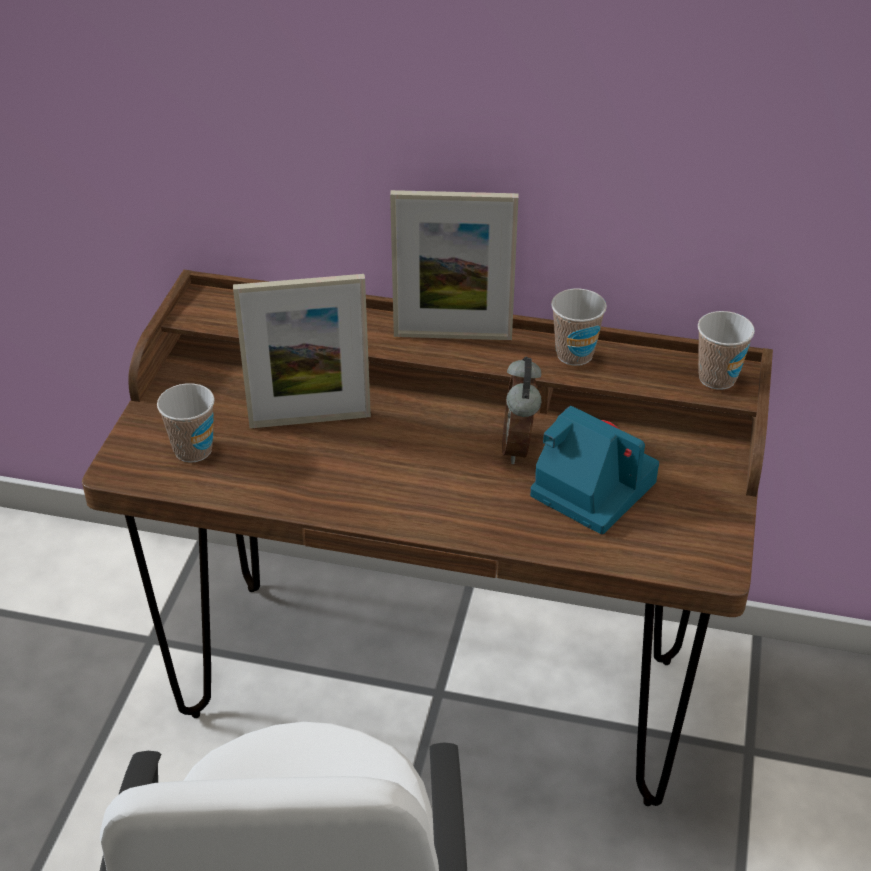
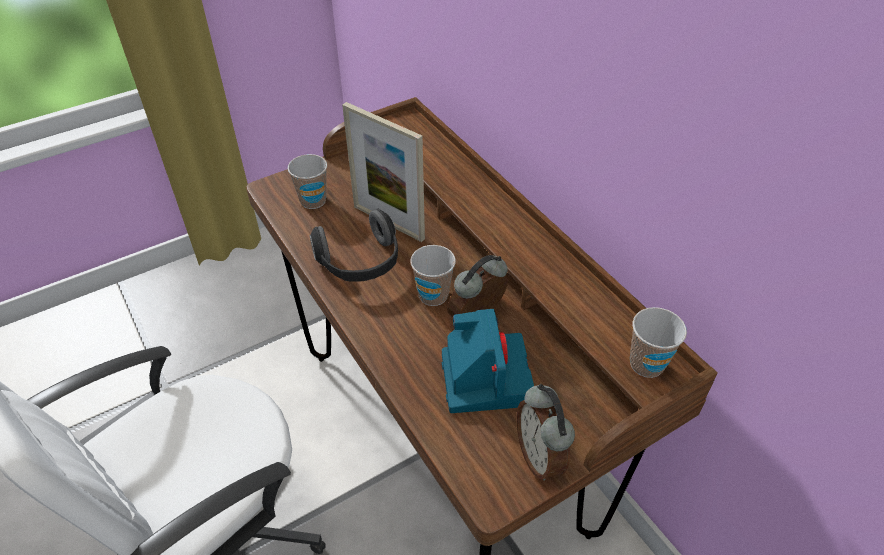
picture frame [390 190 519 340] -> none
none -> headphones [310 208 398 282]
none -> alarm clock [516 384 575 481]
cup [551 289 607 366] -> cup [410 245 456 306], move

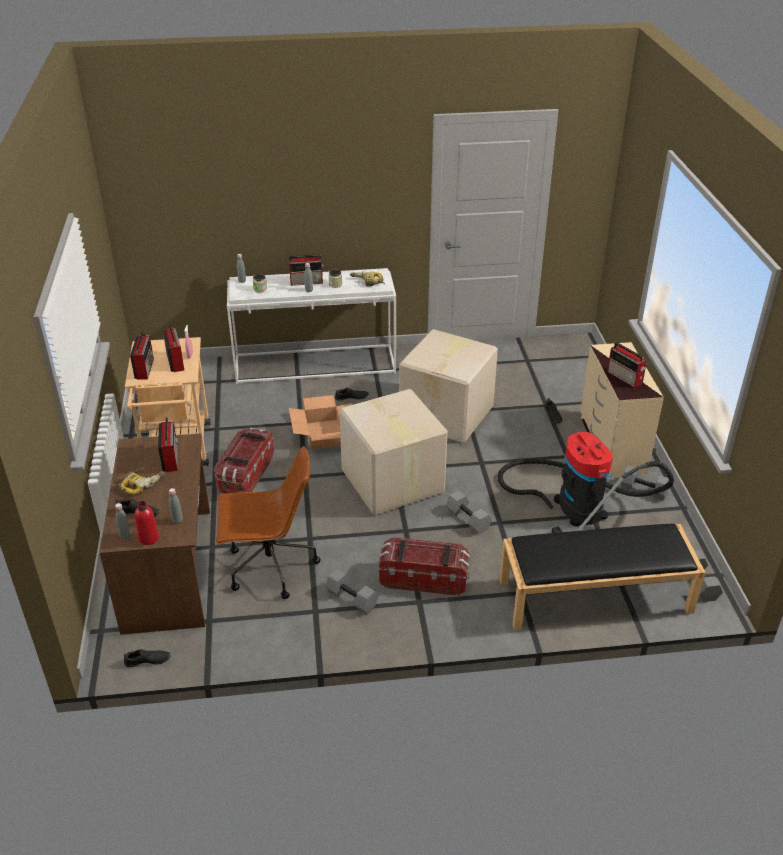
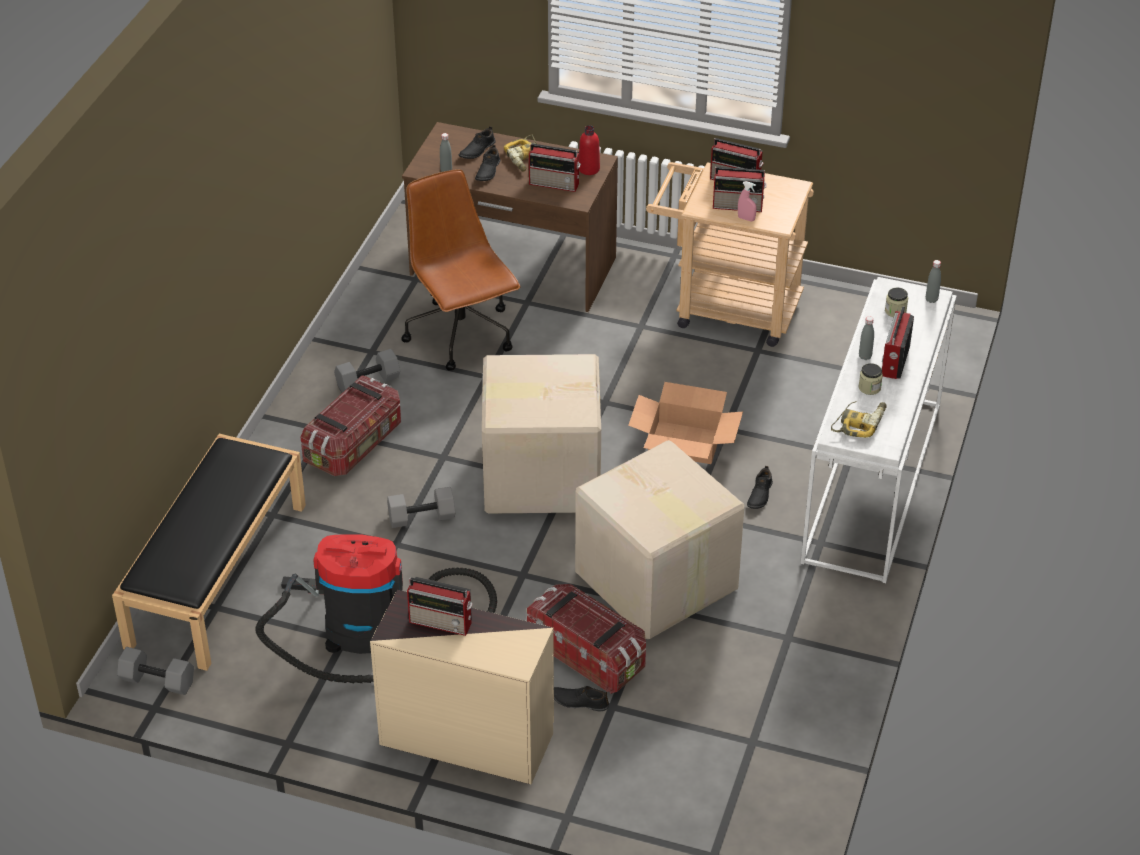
grey bottle [115 503 130 539] -> none
grey dumbbell [621 465 669 500] -> none
black shoe [124 649 170 667] -> black shoe [475 145 500 181], move
red bottle [135 501 159 545] -> red bottle [579 125 600 175], move
storage box [213 428 274 494] -> storage box [527 584 646 694], move
brown office chair [216 446 321 599] -> brown office chair [401 169 521 371], 135 degrees clockwise
radio [607 342 647 388] -> radio [407 577 473 636], 150 degrees counterclockwise

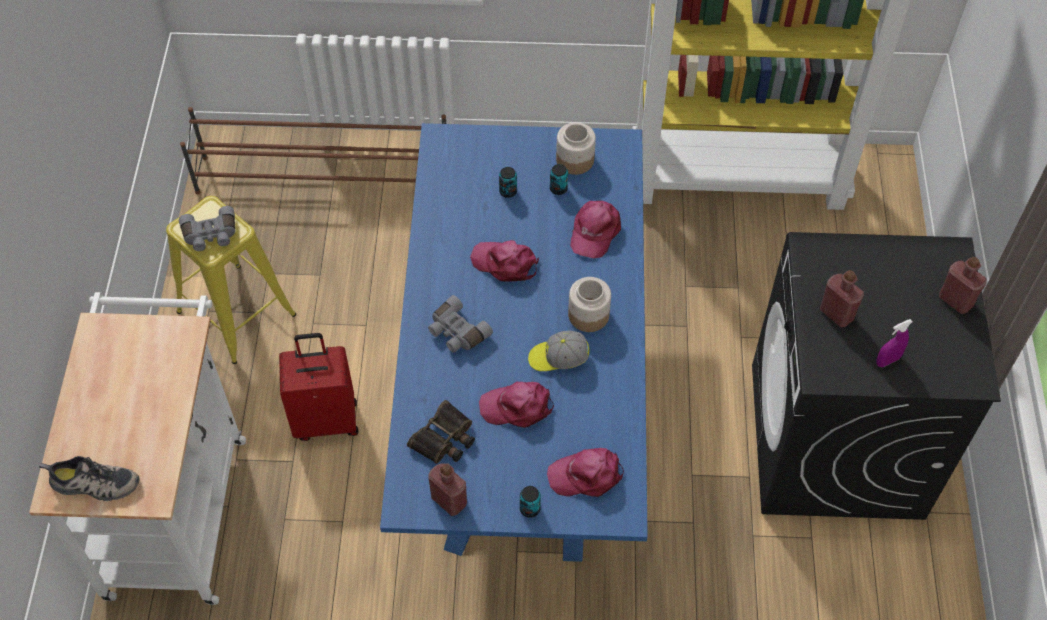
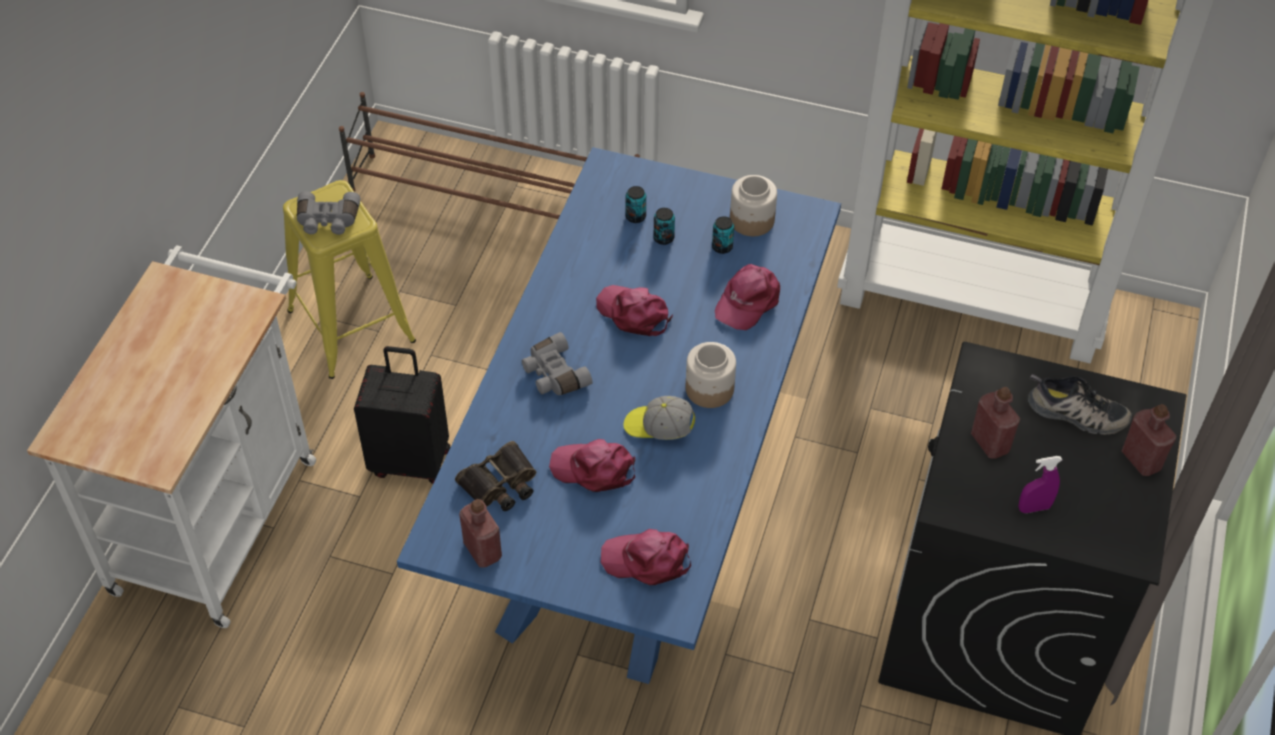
shoe [39 456 140 501] -> shoe [1028 374 1132 435], move
can [520 486 541 518] -> can [626 186 646 223], move
red suitcase [279 333 359 441] -> black suitcase [354 346 450 484]

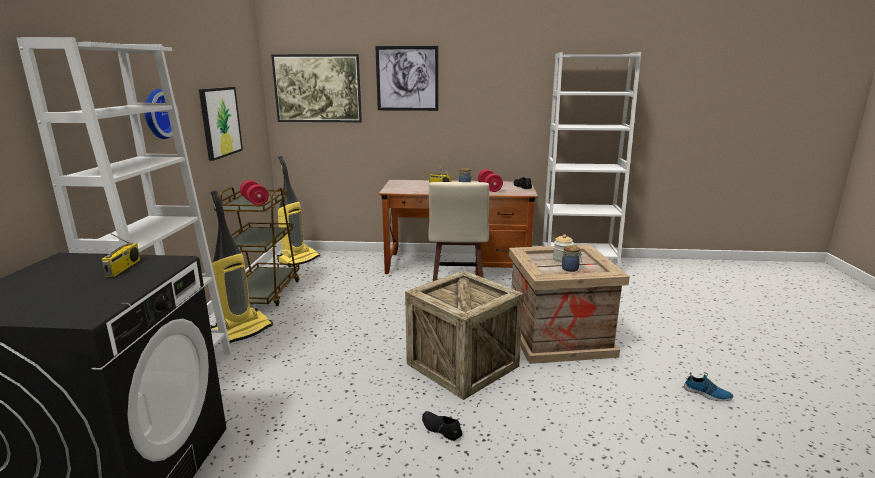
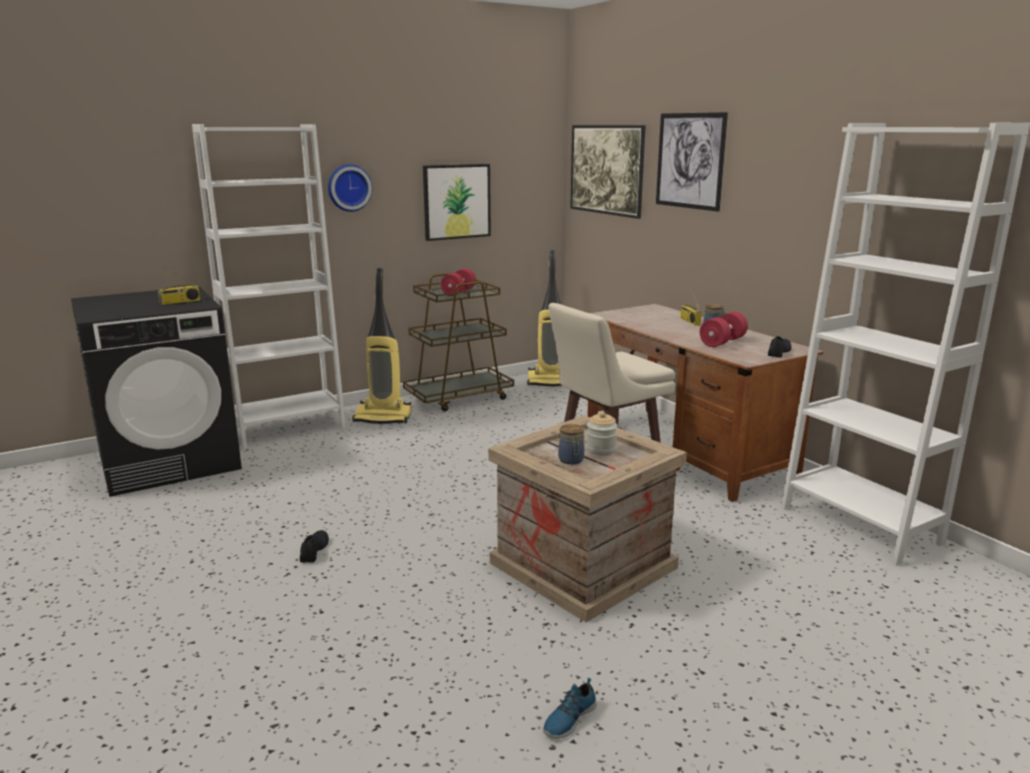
crate [405 270 524 400] -> none
shoe [684 372 733 401] -> shoe [543 678 597 739], 45 degrees clockwise

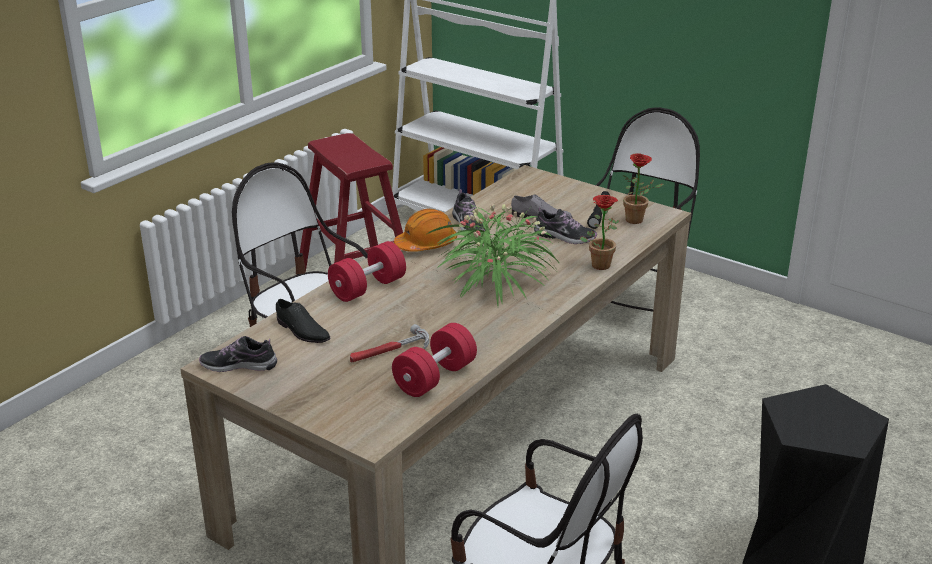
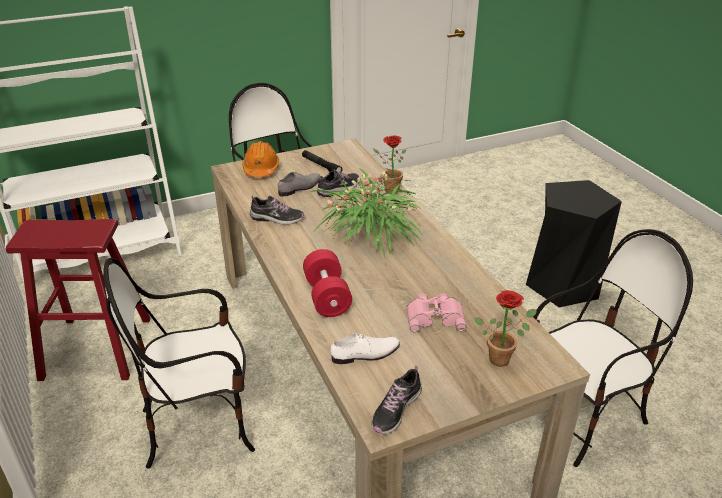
red dumbbell [392 323 477 397] -> none
orange hard hat [394 209 457 252] -> orange hard hat [242 141 279 177], move
potted plant [623 153 664 224] -> potted plant [474 290 537 367], move
hammer [350 324 429 362] -> pink binoculars [407 293 467 332]
black shoe [276 299 330 343] -> white shoe [330 333 400 364]

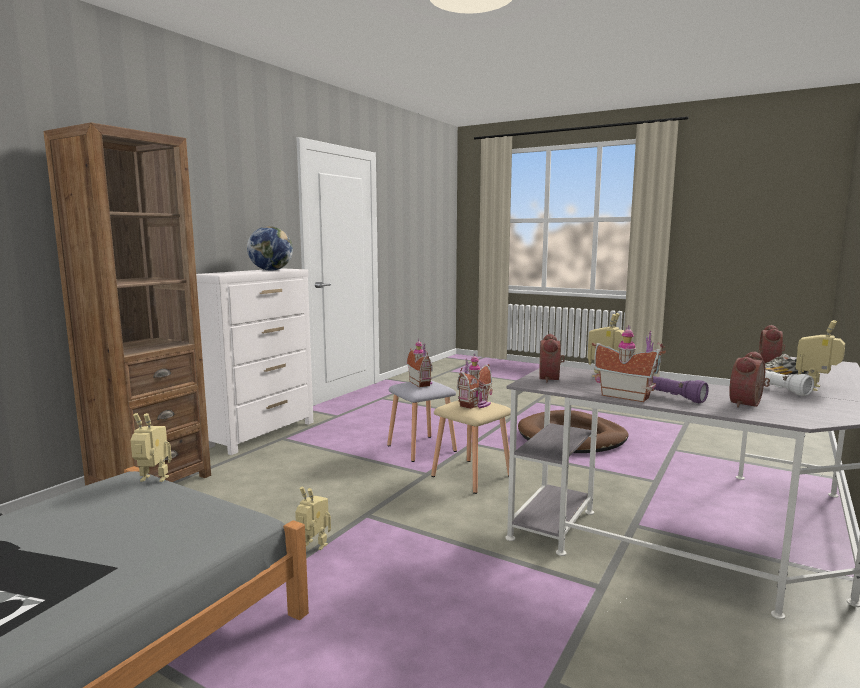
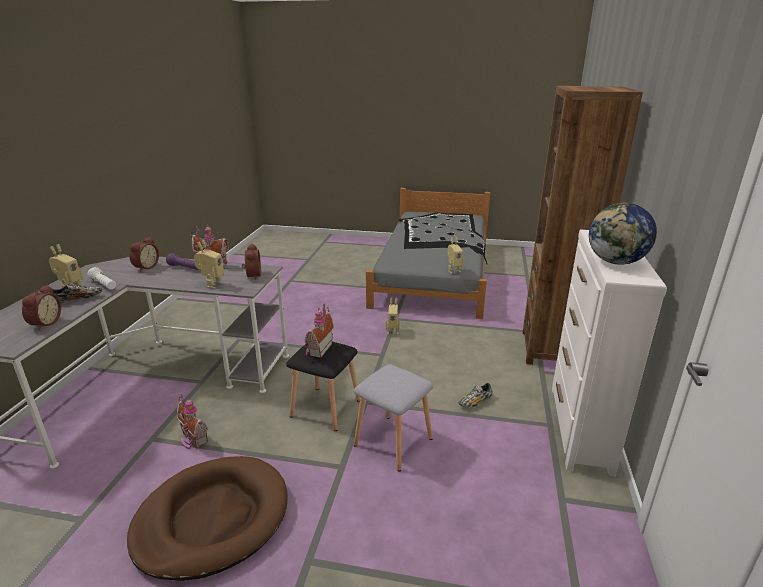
none -> shoe [459 383 493 407]
toy house [406 339 433 388] -> toy house [177 394 209 449], move
beige stool [431 400 511 494] -> black stool [286 342 360 431]

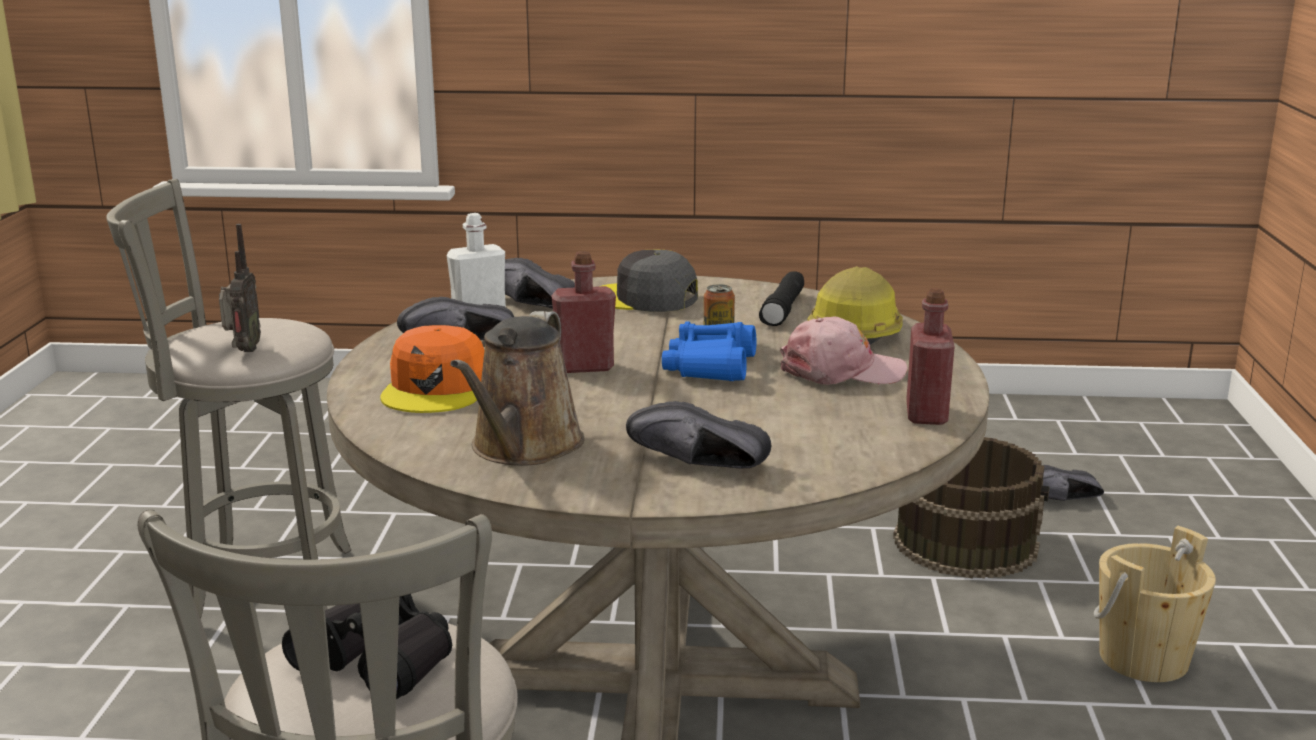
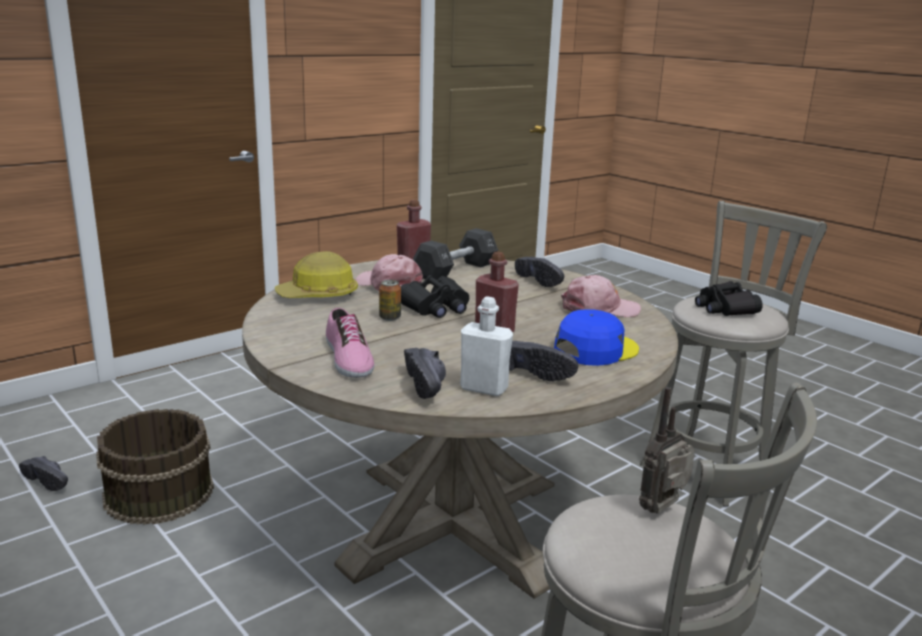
black flashlight [759 271 804 326] -> none
beige bucket [1094 526 1216 682] -> none
none -> black dumbbell [413 228 498 280]
brown watering can [450 311 585 466] -> pink cap [561 275 641 317]
grey cap [602 250 698 312] -> shoe [326 308 375 378]
orange cap [380 325 484 413] -> blue cap [554 309 639 366]
blue binoculars [662 322 756 381] -> black binoculars [401 275 469 318]

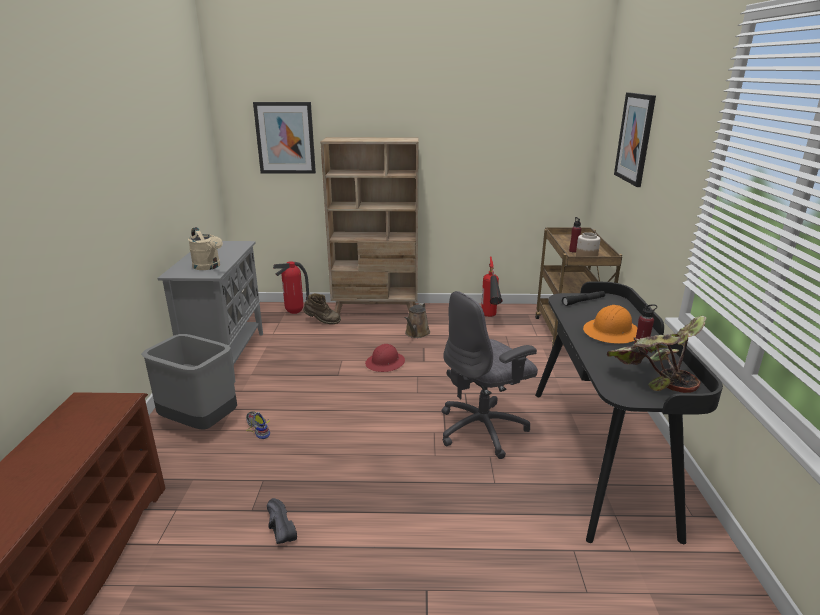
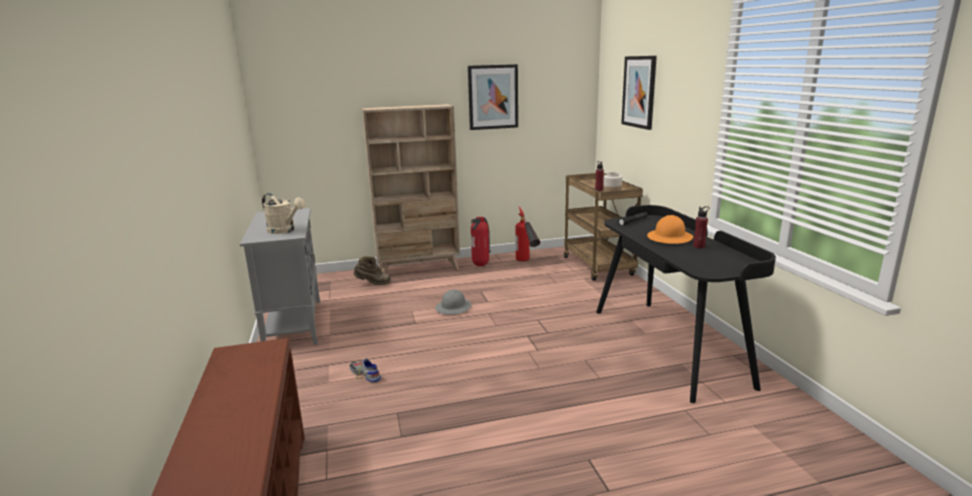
grey trash can [141 334 237 429] -> none
black shoe [267 498 297 544] -> none
brown watering can [405 303 430 338] -> none
grey office chair [441 291 538 459] -> none
potted plant [607 316 707 393] -> none
picture [253 102 316 174] -> picture [468 64 518 130], move
fire extinguisher [273 261 309 314] -> fire extinguisher [471 217 491 266], move
red hard hat [365 344 405 372] -> grey hard hat [435 289 472 315]

